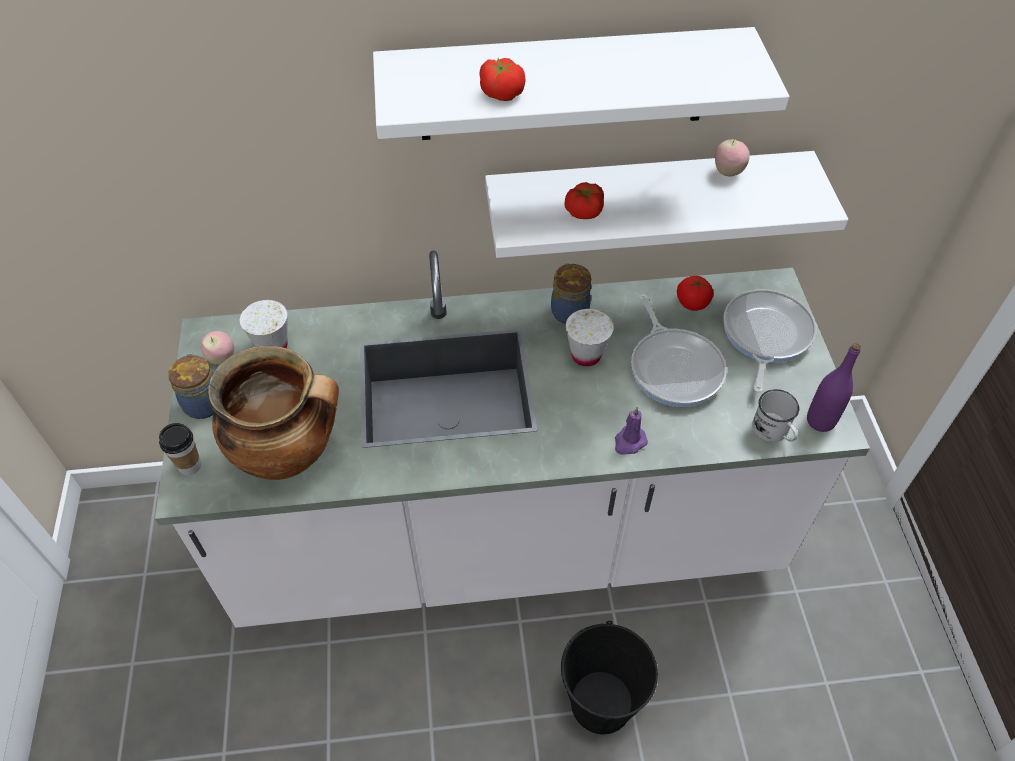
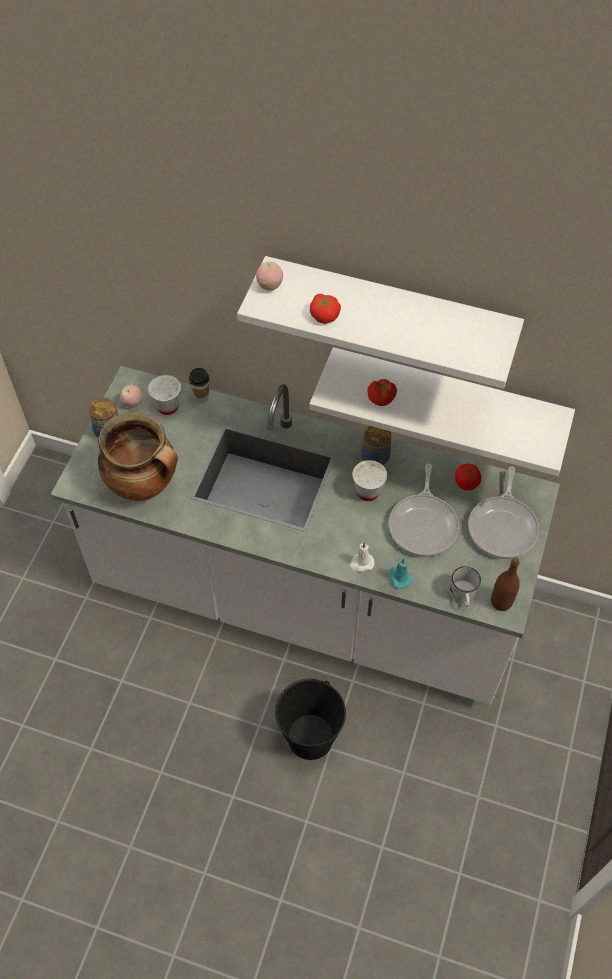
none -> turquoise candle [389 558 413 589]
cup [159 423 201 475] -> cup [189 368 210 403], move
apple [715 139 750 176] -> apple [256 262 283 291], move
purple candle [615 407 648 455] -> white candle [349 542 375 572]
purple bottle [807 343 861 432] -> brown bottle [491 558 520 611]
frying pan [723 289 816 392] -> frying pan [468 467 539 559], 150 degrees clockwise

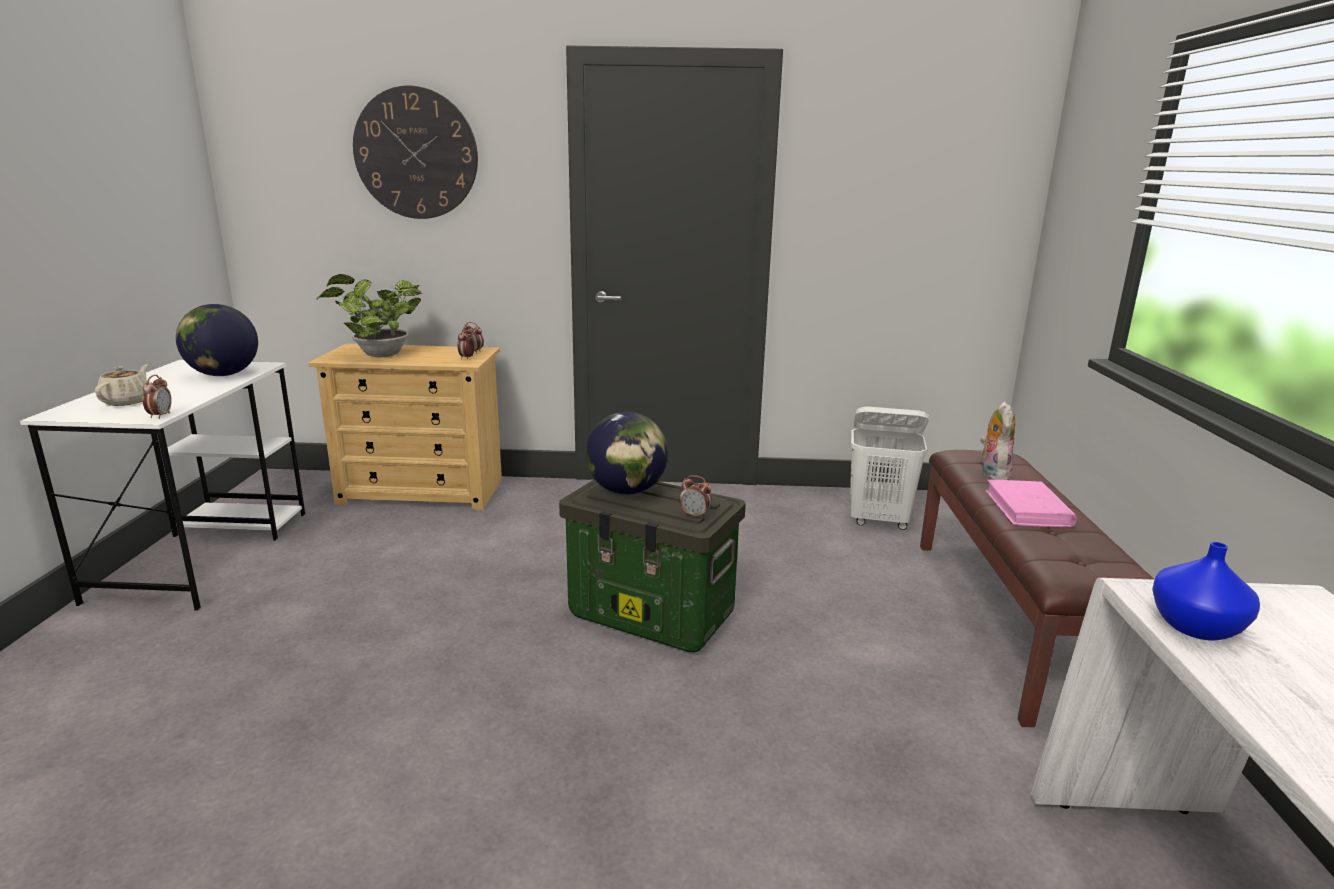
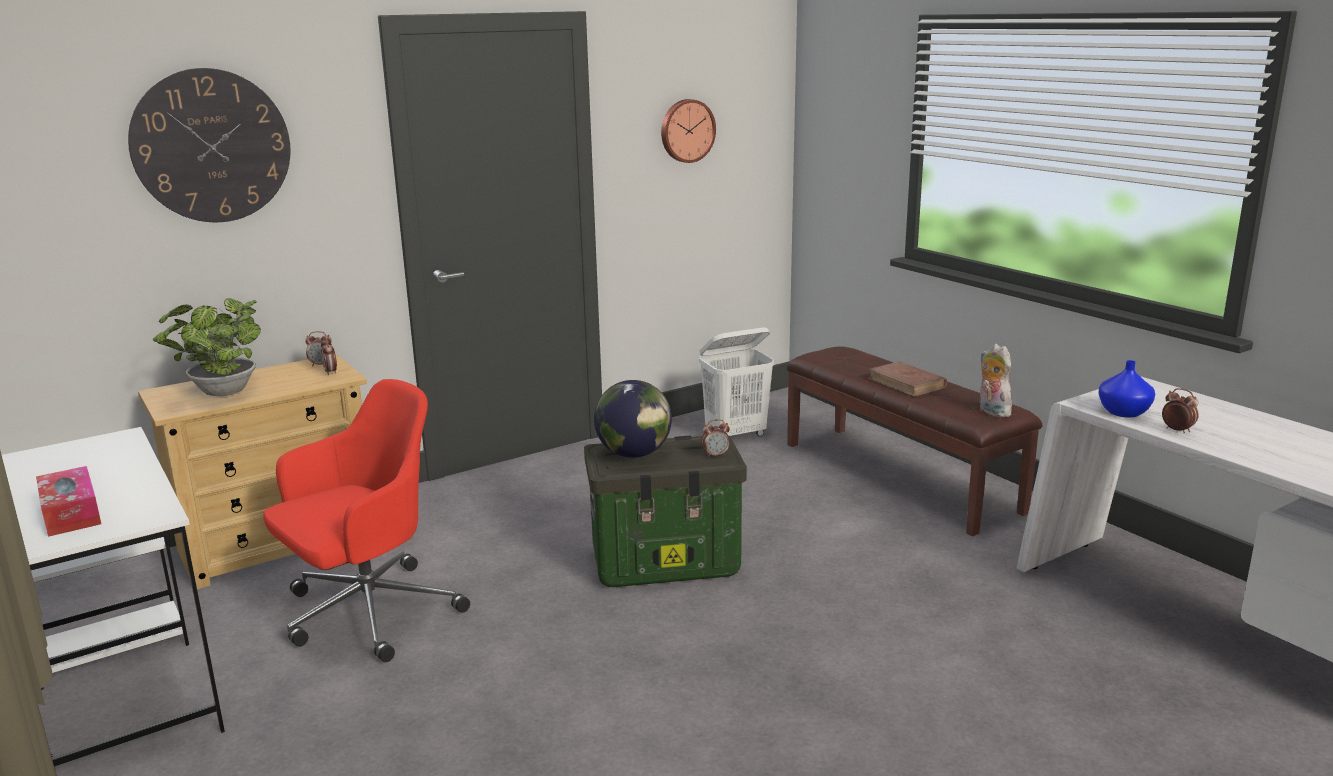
globe [176 304 258 376] -> none
none -> red office chair [263 379 470 662]
none -> wall clock [661 99 716 163]
alarm clock [142 375 172 419] -> alarm clock [1162 388 1199 433], move
plush toy [980 401 1015 480] -> plush toy [979 344 1012 417], move
beige teapot [95 365 148 406] -> tissue box [36 466 101 537]
pink book [985 480 1077 527] -> brown book [868 361 947 397]

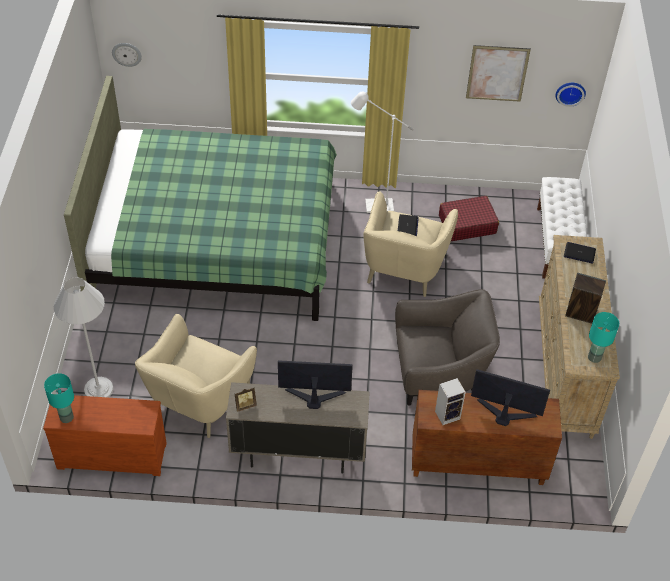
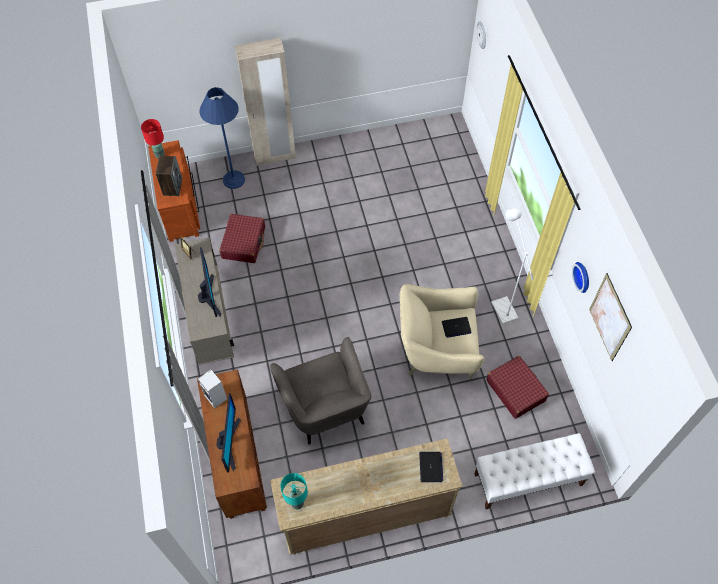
green bed [64 76 337 321] -> none
none -> beige wardrobe [235 38 296 166]
wall clock [555 83 586 107] -> wall clock [572 262 589 293], move
speaker [565 273 606 324] -> speaker [156 156 182 196], move
beige armchair [135 314 257 438] -> red suitcase [219 214 265 263]
turquoise table lamp [44 373 74 423] -> red table lamp [141 119 165 159]
white floor lamp [54 277 113 398] -> blue floor lamp [199 87 245 189]

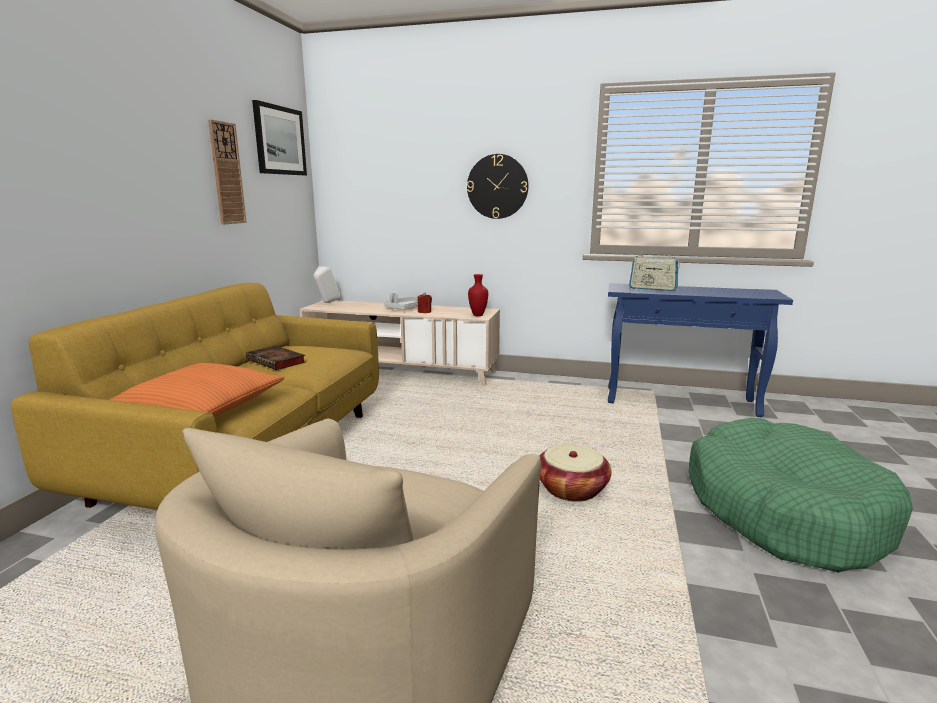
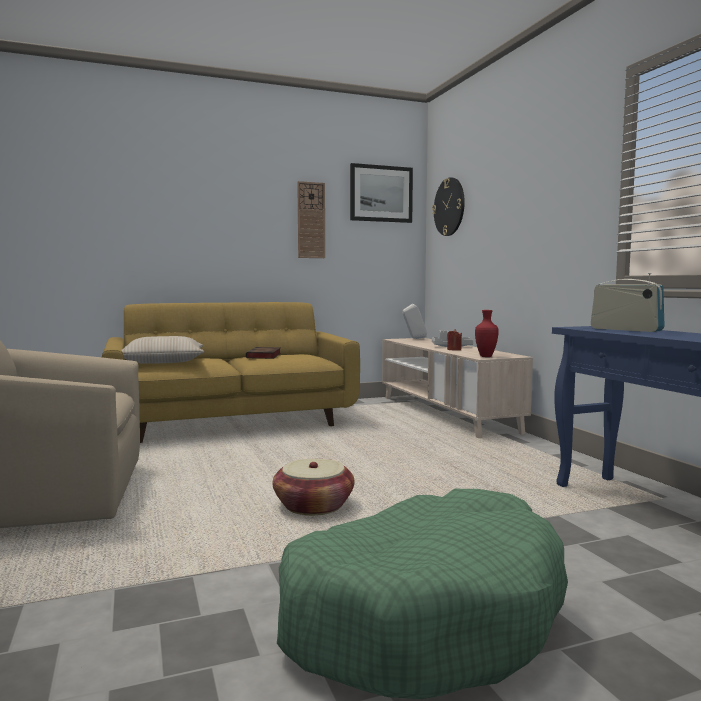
wall clock [467 154 528 219] -> wall clock [432 177 465 236], move
orange pillow [109 363 285 416] -> beige pillow [122 336 204 364]
radio [629 250 679 291] -> radio [591 273 665 332], 150 degrees clockwise

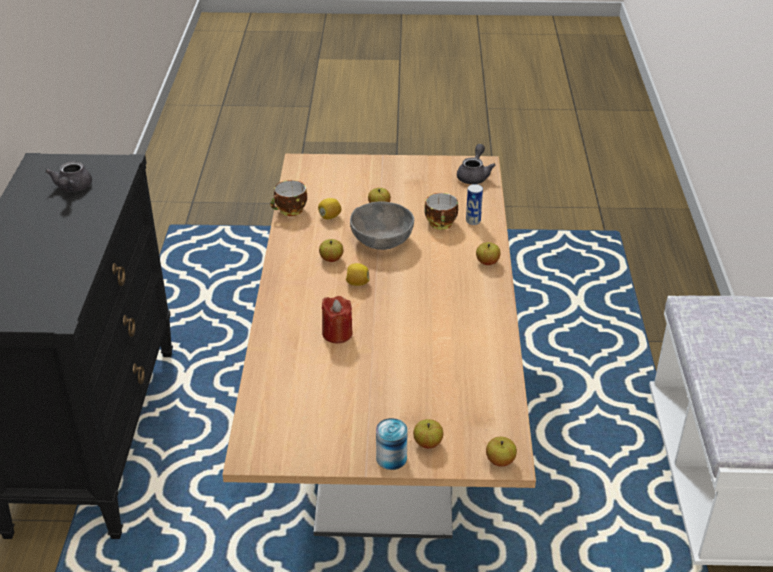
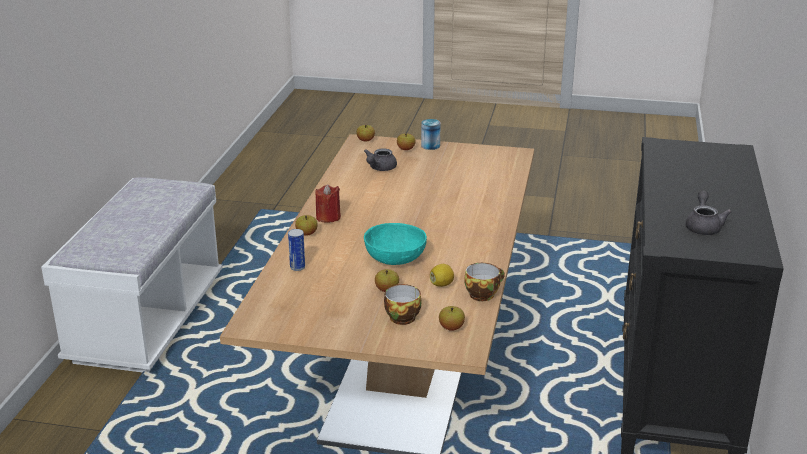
lemon [346 263 370 286] -> none
apple [319 239 343 262] -> apple [439 306 465 331], move
red candle [322 296 352 343] -> red candle [315 184 341 223], move
cup [424 193 458 230] -> cup [384 284 422 325], move
grey teapot [457 144 496 184] -> grey teapot [364 148 397 171], move
grey bowl [350 202 414 250] -> turquoise bowl [364 223 427 265]

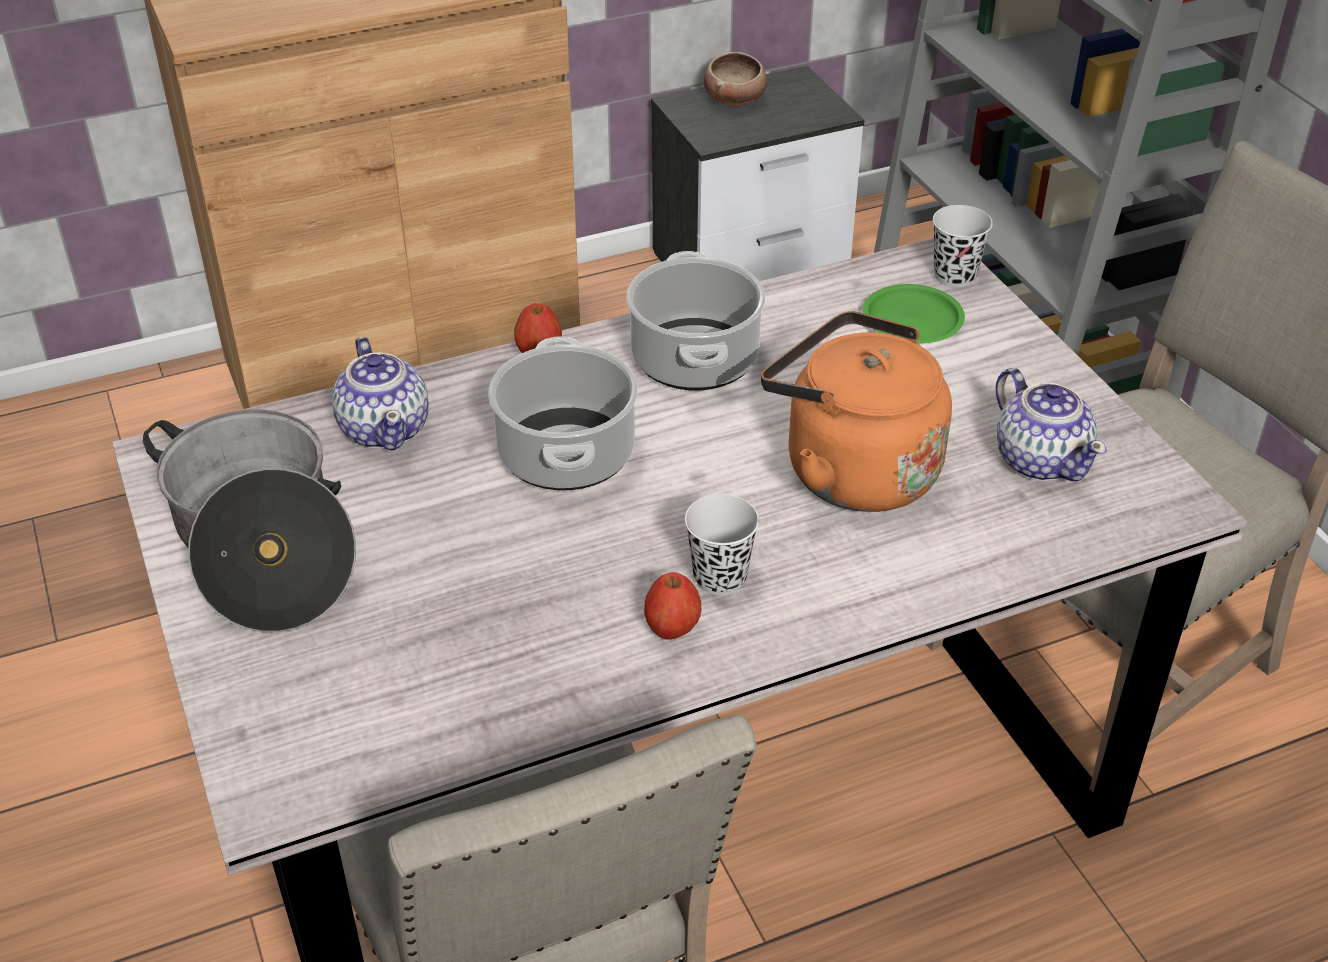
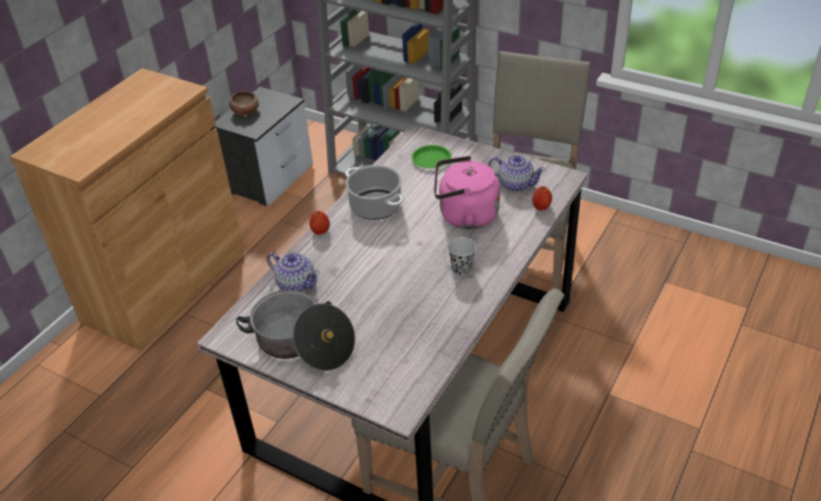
cooking pot [488 336 638 490] -> none
black cup [933 205 993 287] -> none
apple [644 572 701 640] -> apple [532 186 552 211], move
orange kettle [761 311 952 512] -> pink kettle [434 156 500 229]

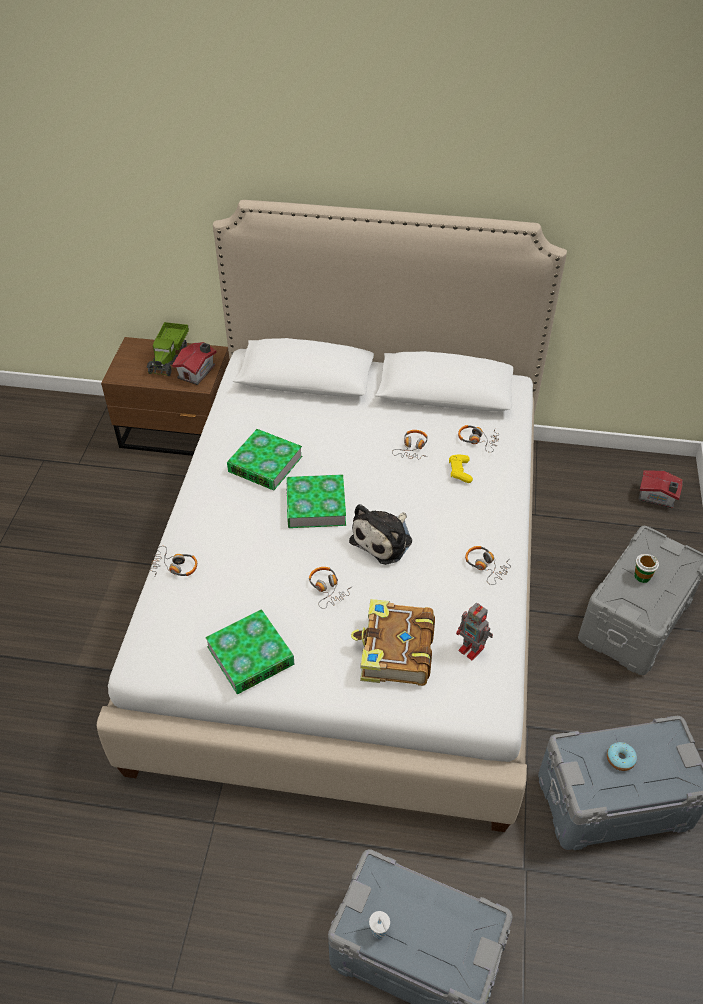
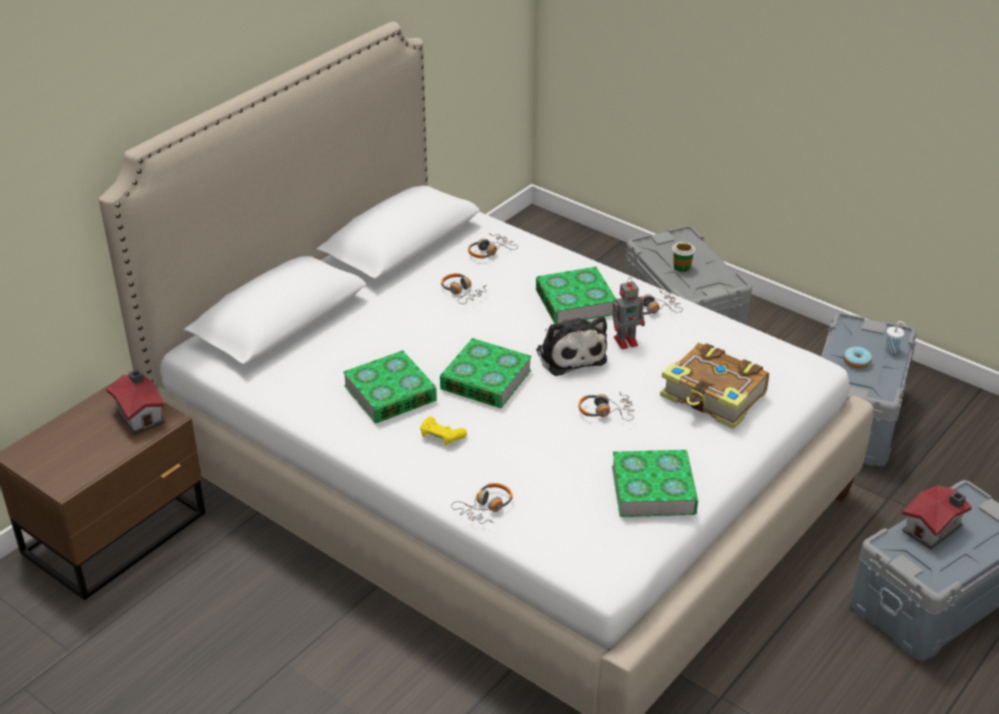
toy truck [147 322 189 376] -> none
none -> book [536 267 616 324]
white cup [369 911 390 939] -> white cup [886 321 907 353], move
yellow game controller [449 454 473 483] -> yellow game controller [420 417 467 446], move
toy robot [456 603 493 660] -> toy robot [613 277 645 349], move
toy house [639 470 683 508] -> toy house [901 485 972 550], move

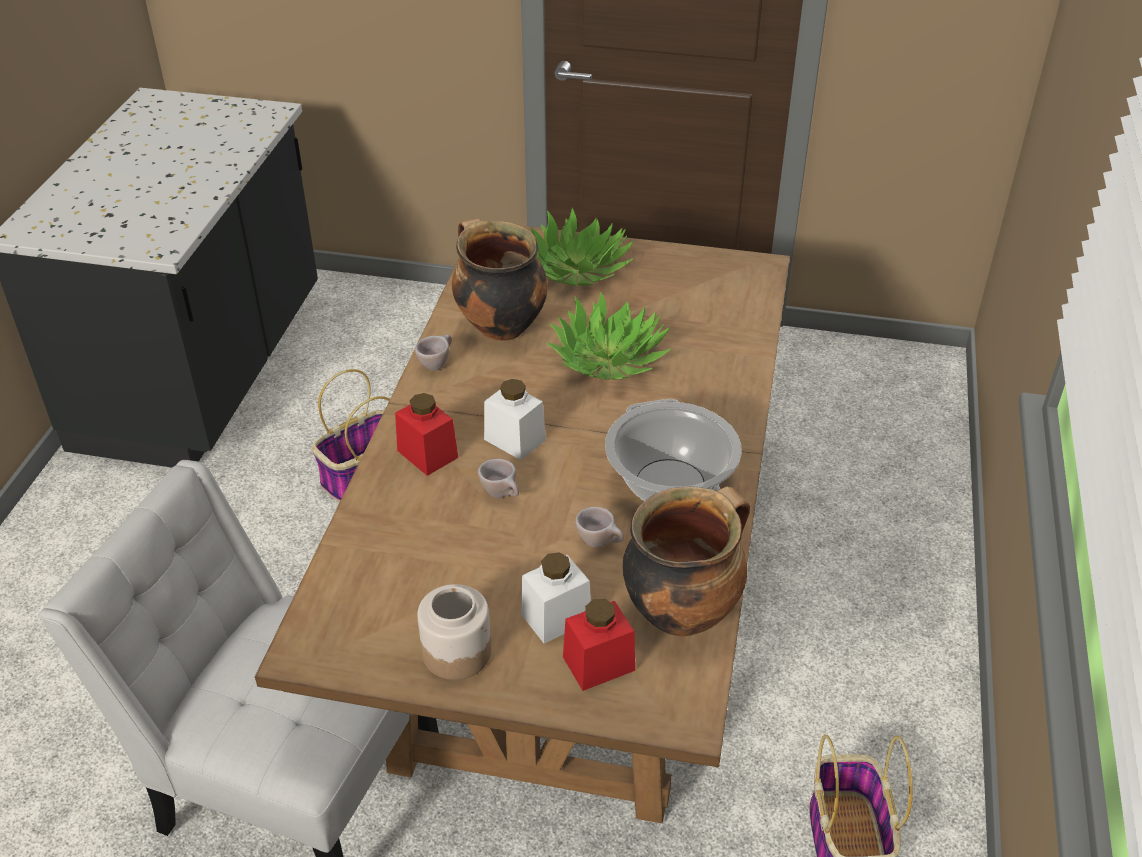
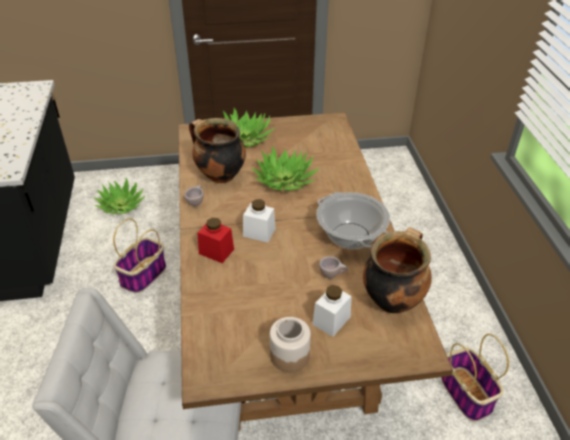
beige cup [478 459 519 498] -> none
red jar [563 599 635 691] -> none
none -> potted plant [94 178 145 214]

